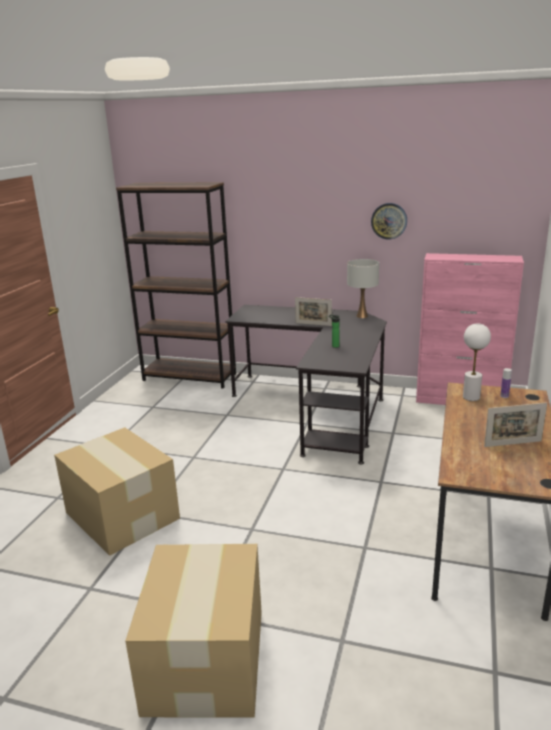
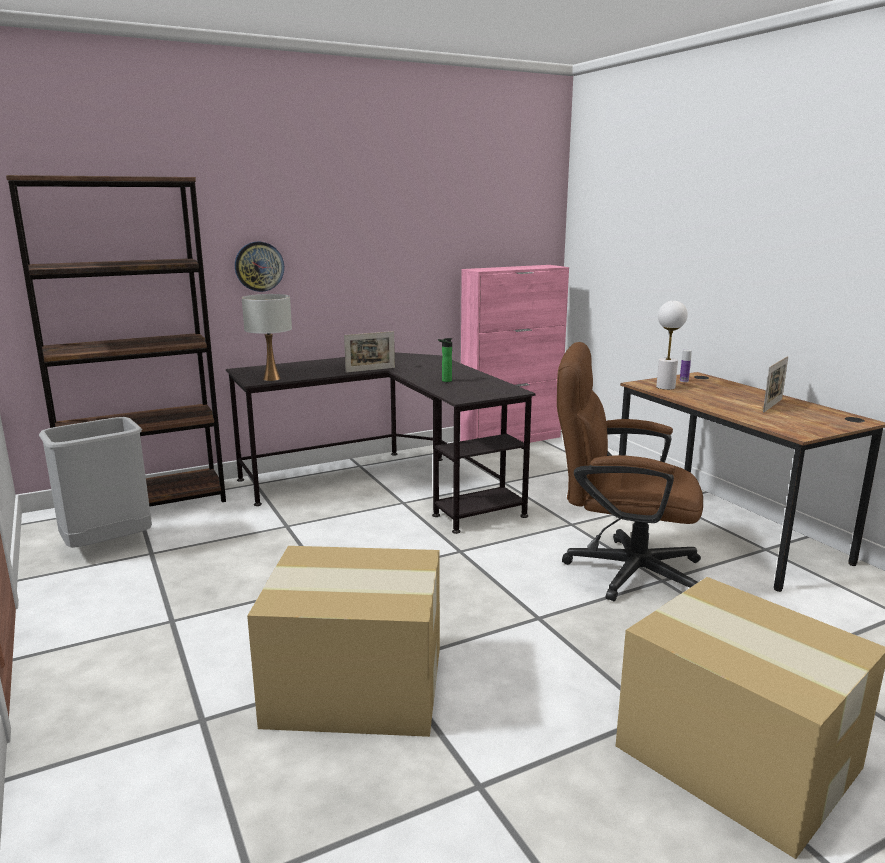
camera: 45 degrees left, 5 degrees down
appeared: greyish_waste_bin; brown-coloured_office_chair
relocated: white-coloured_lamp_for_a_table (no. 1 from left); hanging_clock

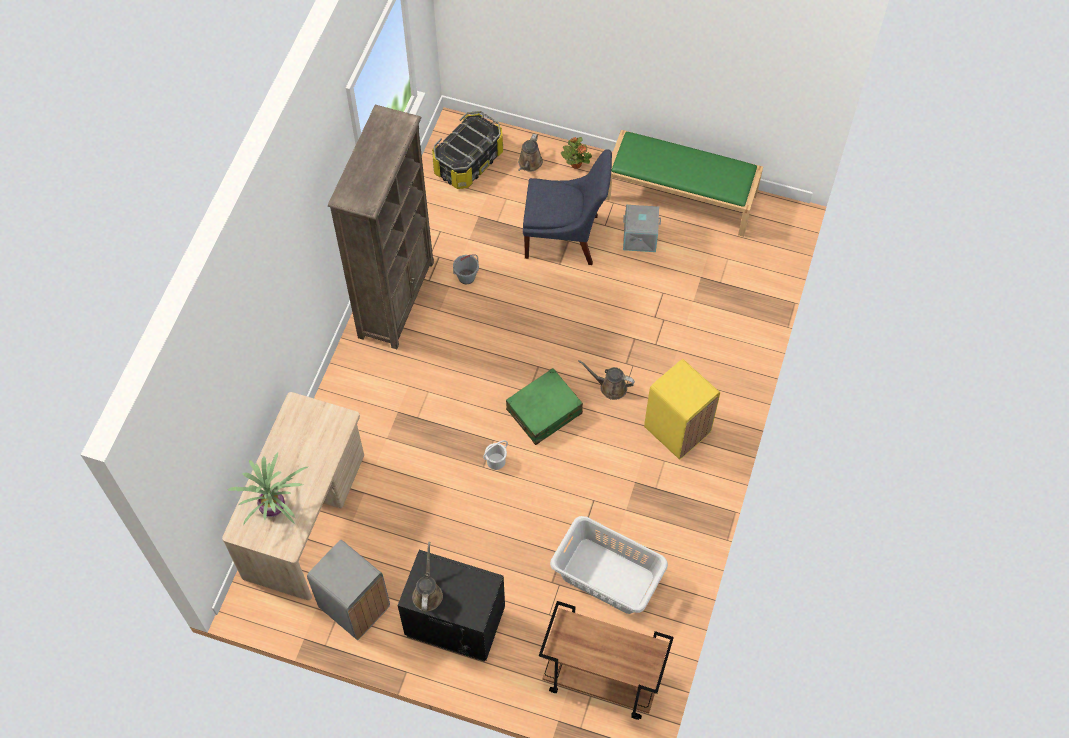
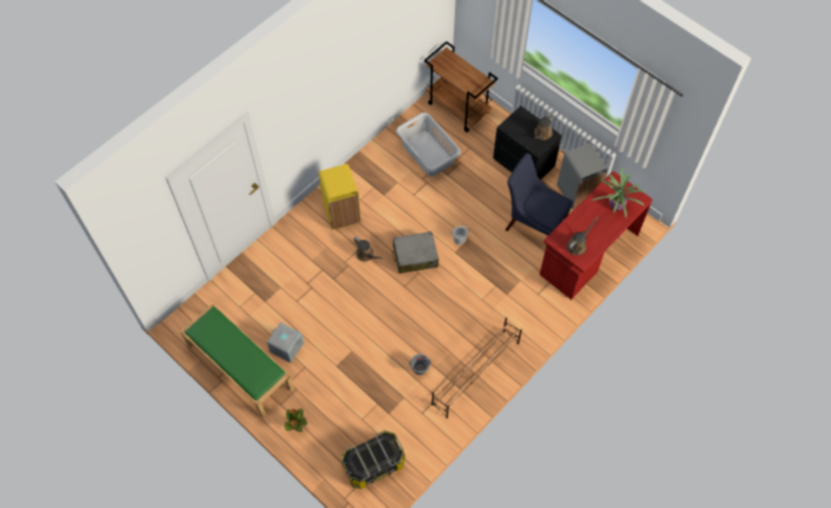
camera: 155 degrees left, 0 degrees up
relocated: brown-coloured_watering_pot (no. 2 from left in the first image) to brown-coloured_watering_pot (no. 3 from left); blue_upright_chair
exchanged: brown-coloured_bookcase to brown-coloured_shoe_stand
colour: beige-coloured_desk_table to reddish_desk_table; green-coloured_suitcase to greyish_suitcase

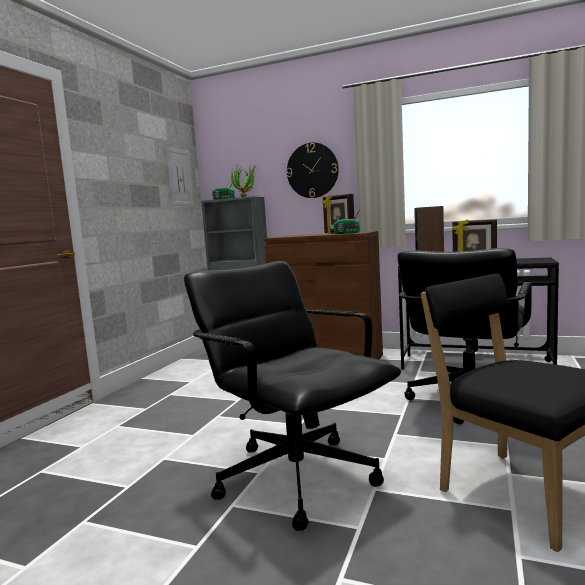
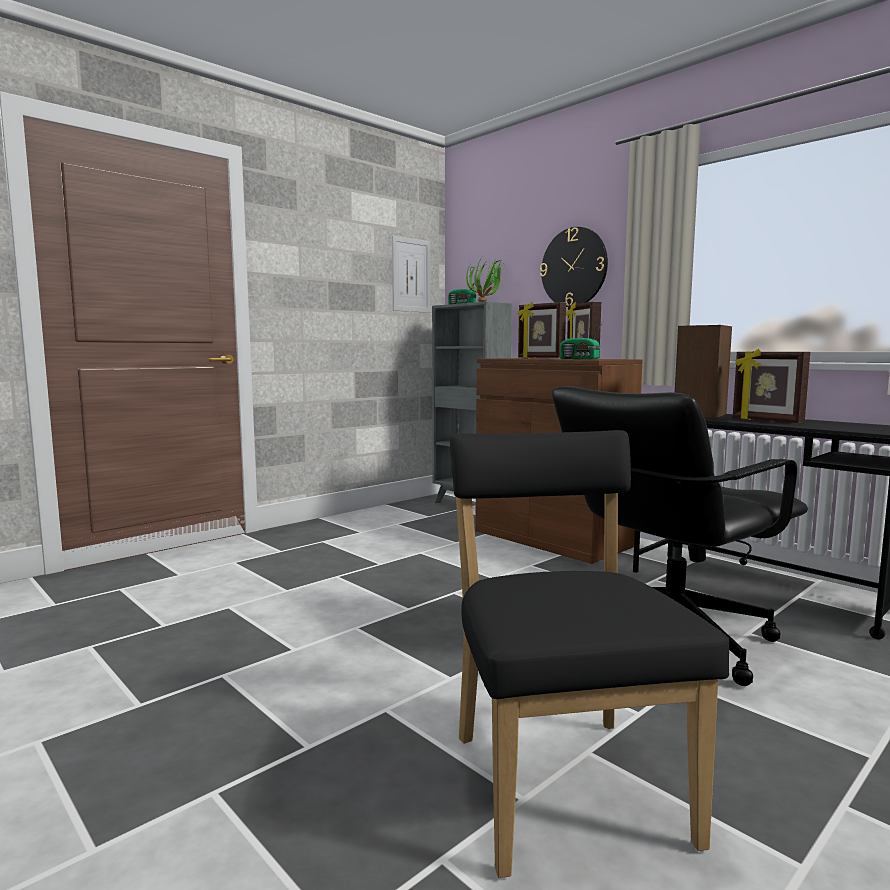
camera: 25 degrees right, 0 degrees up
missing: black_office_chair (no. 1 from left)
appeared: picture_frame (no. 1 from left)

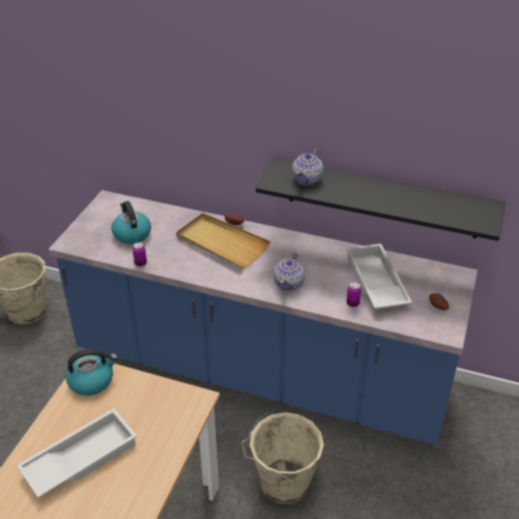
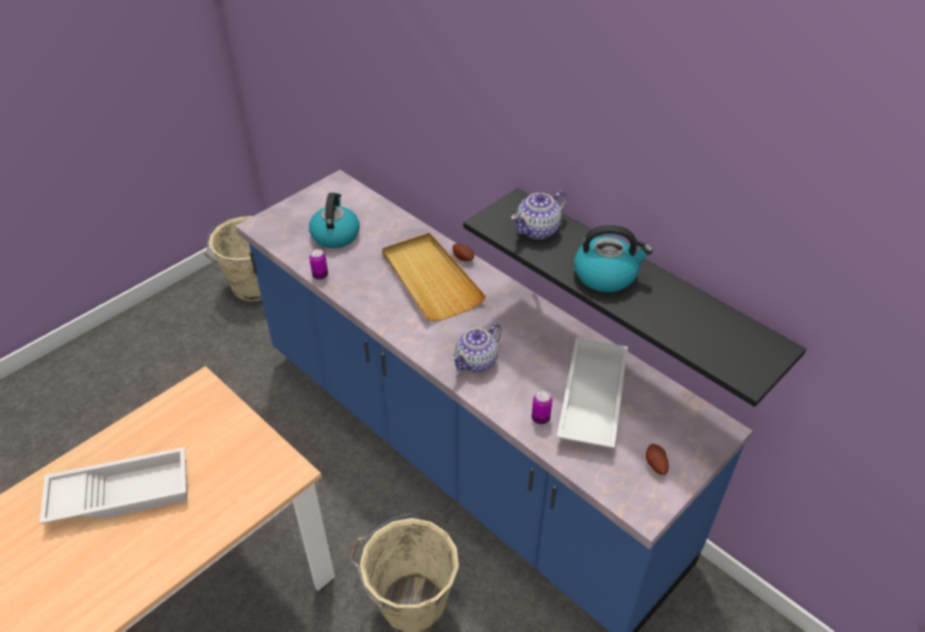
camera: 25 degrees right, 5 degrees up
relocated: kettle (no. 1 from left in the first image) to kettle (no. 2 from left)

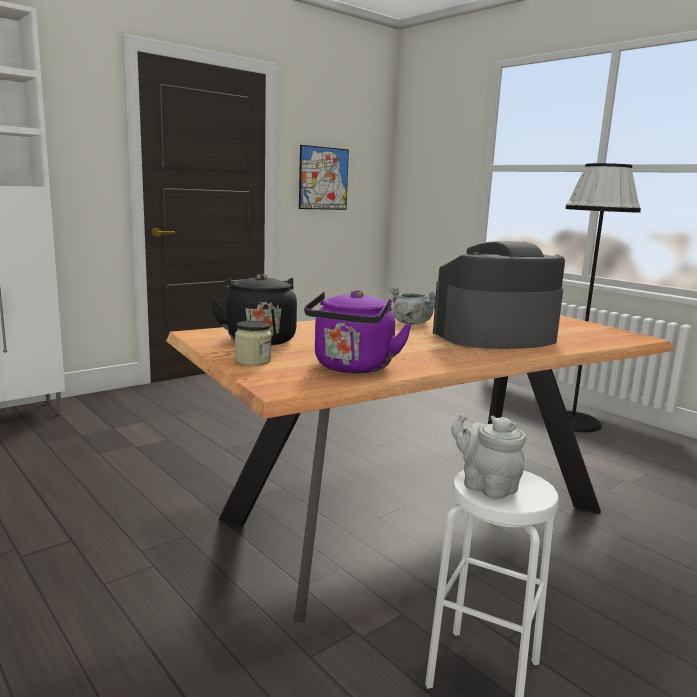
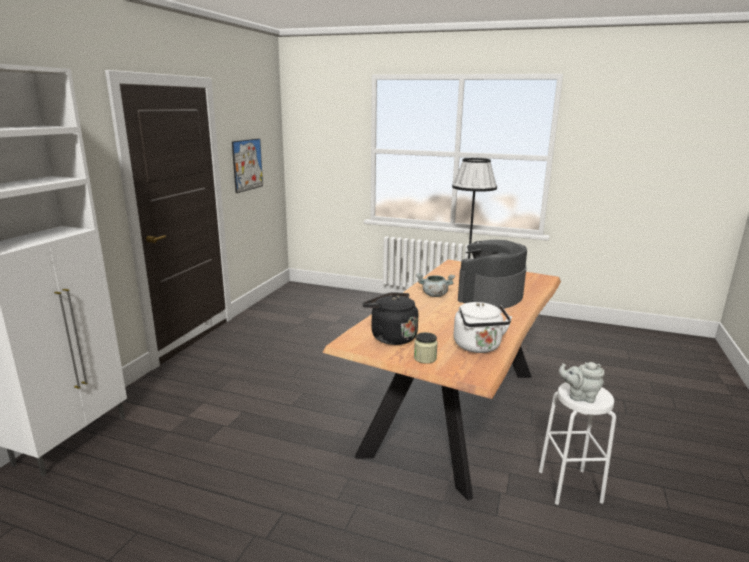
camera: 30 degrees left, 5 degrees up
colour: purple_kettle to white-coloured_kettle

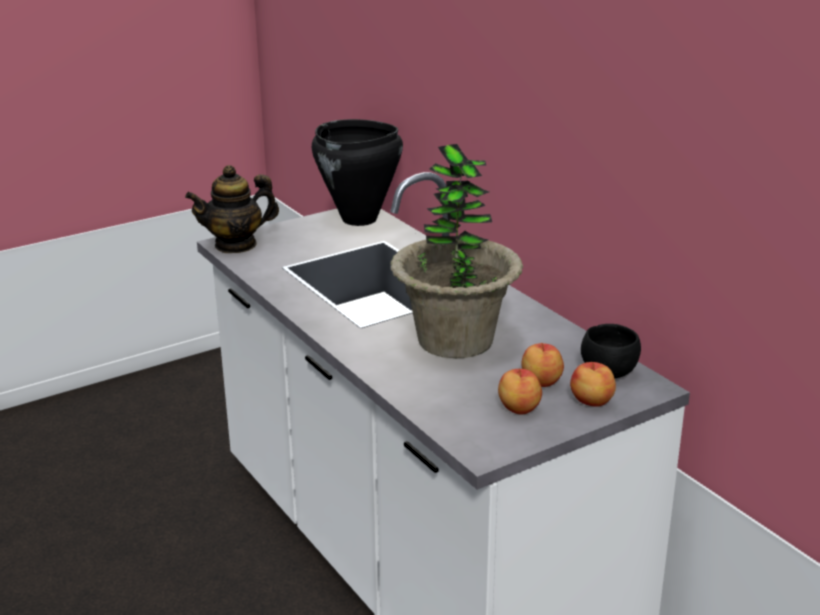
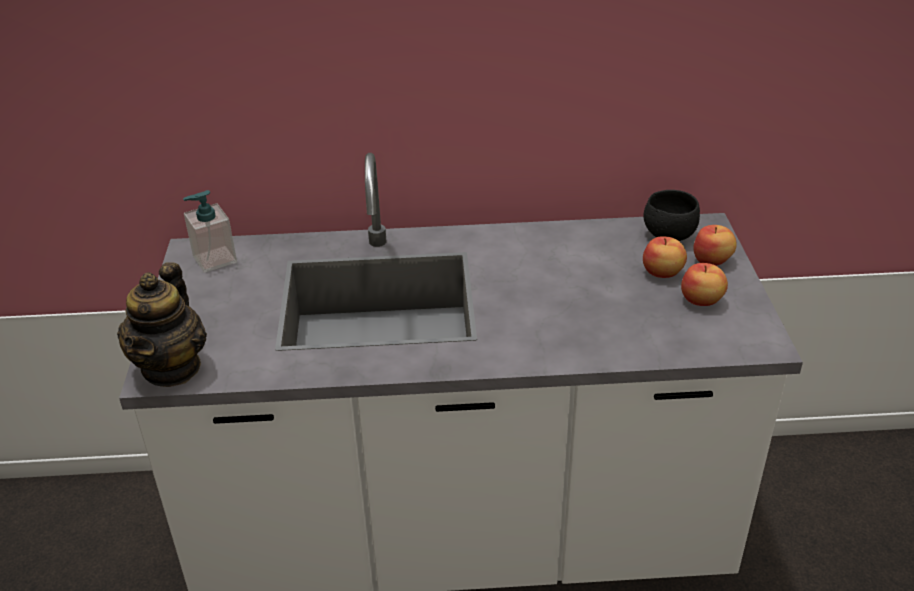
camera: 60 degrees left, 10 degrees up
missing: potted_plant
exchanged: black_cooking_pot to soap_dispenser

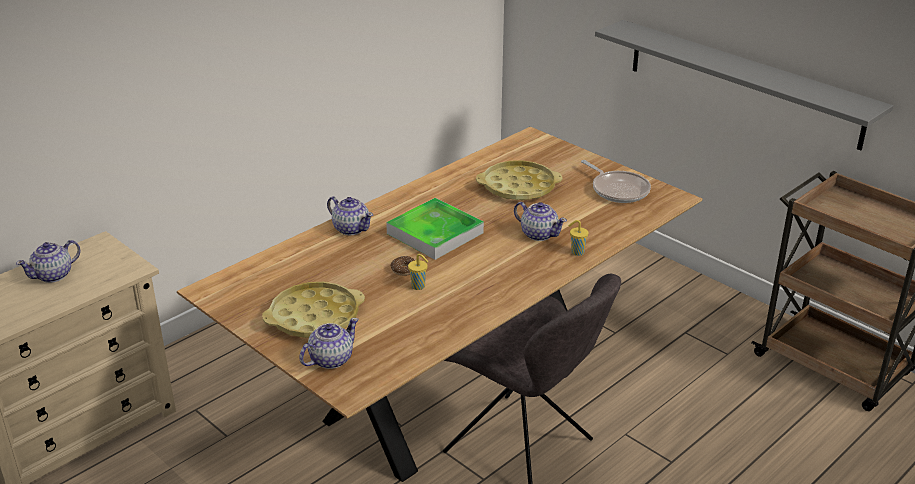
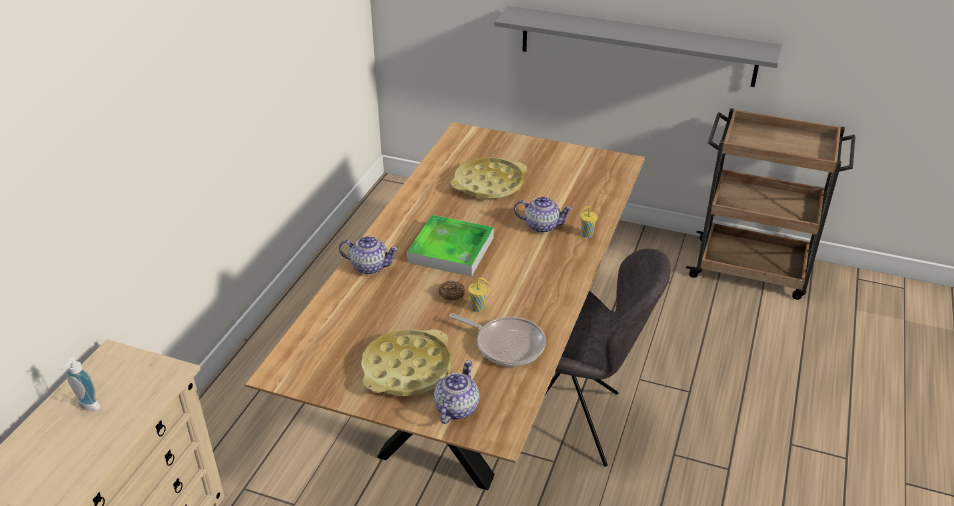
camera: 25 degrees left, 5 degrees up
relocated: skillet
exchanged: teapot (no. 1 from left) to soap_dispenser

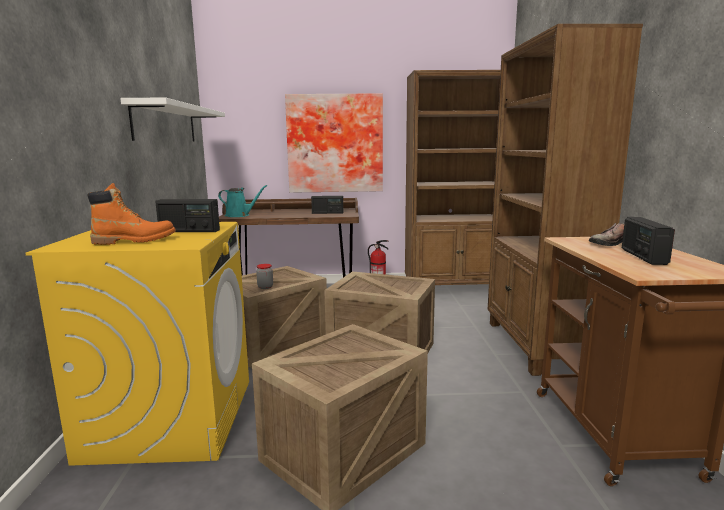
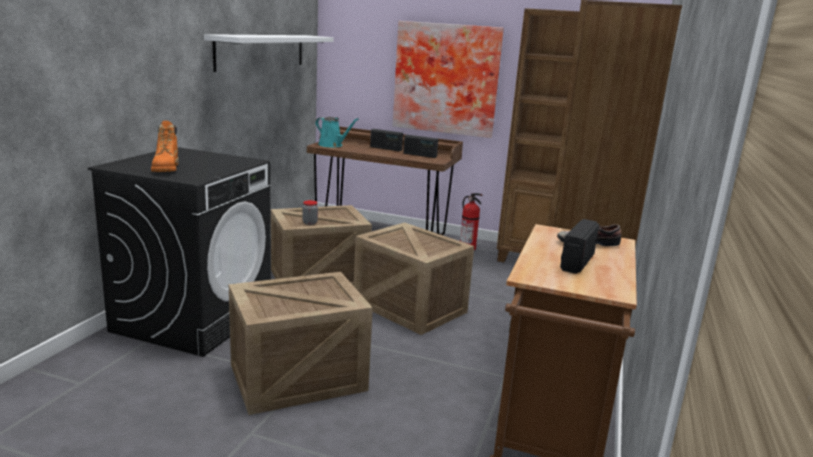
camera: 20 degrees right, 5 degrees up
relocated: radio (no. 1 from left)
colour: yellow_laundry_appliance to black_laundry_appliance
spun: orangey_high-top_boot 75 degrees clockwise

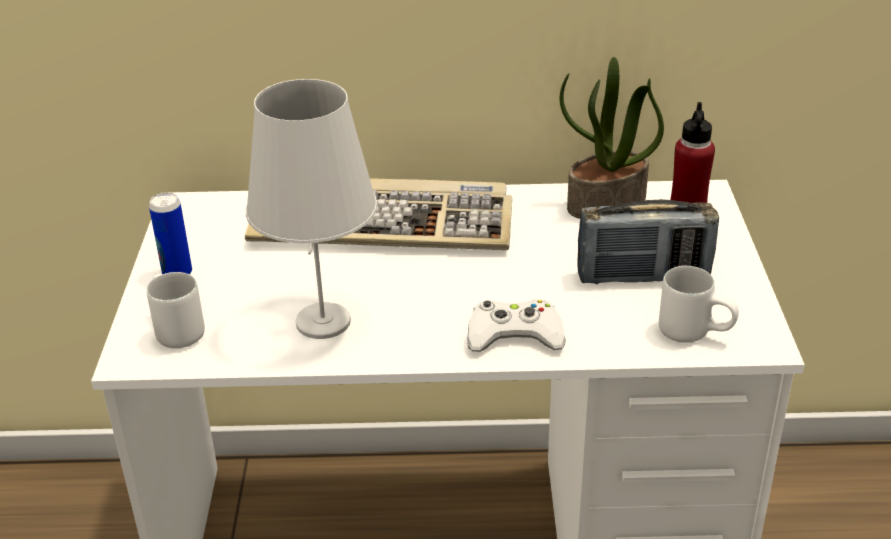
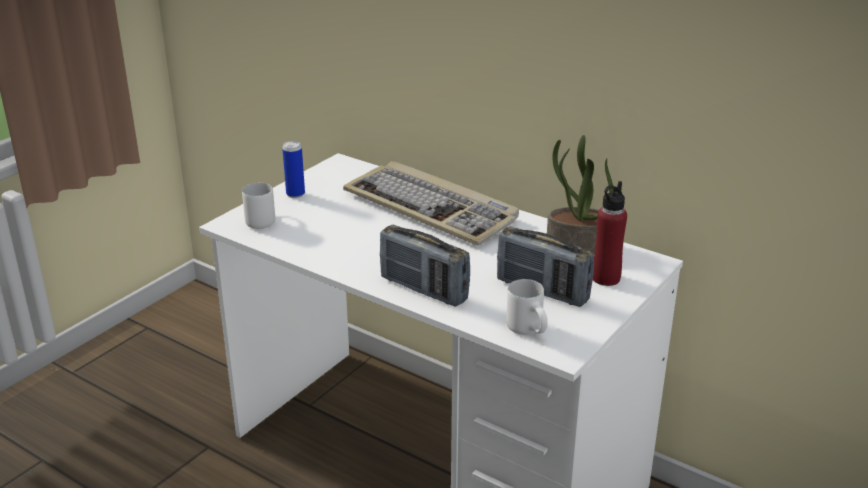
camera: 35 degrees right, 5 degrees down
missing: white-coloured_lamp_for_a_table
exchanged: white-coloured_game_controller to radio (no. 1 from left)

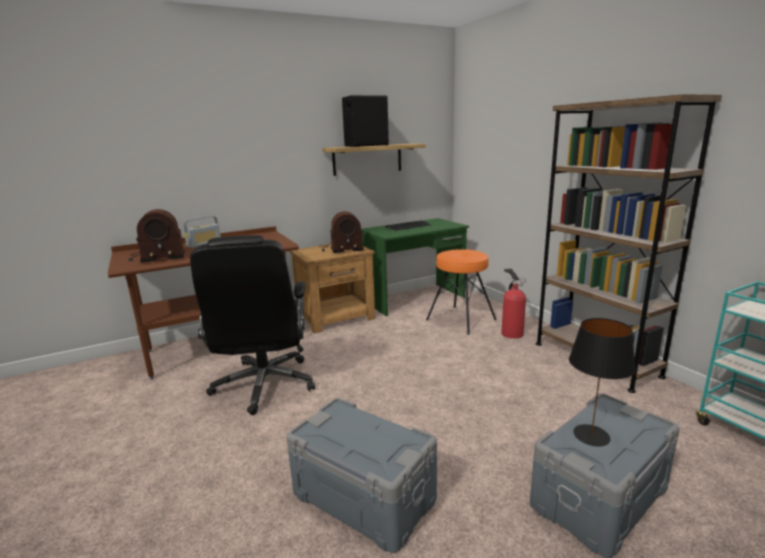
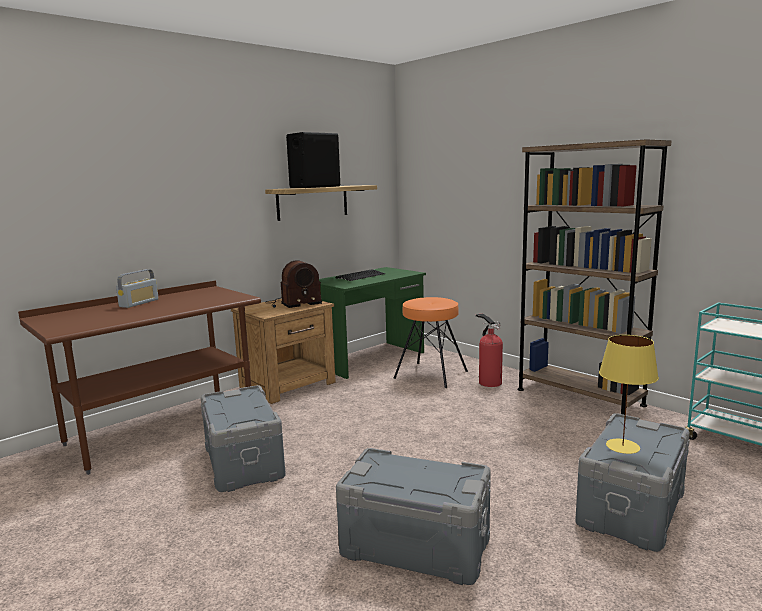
camera: 15 degrees left, 5 degrees down
missing: radio (no. 1 from left)
exchanged: black_office_chair to greyish_storage_bin (no. 1 from left)
colour: black_lamp_for_a_table to yellow_lamp_for_a_table

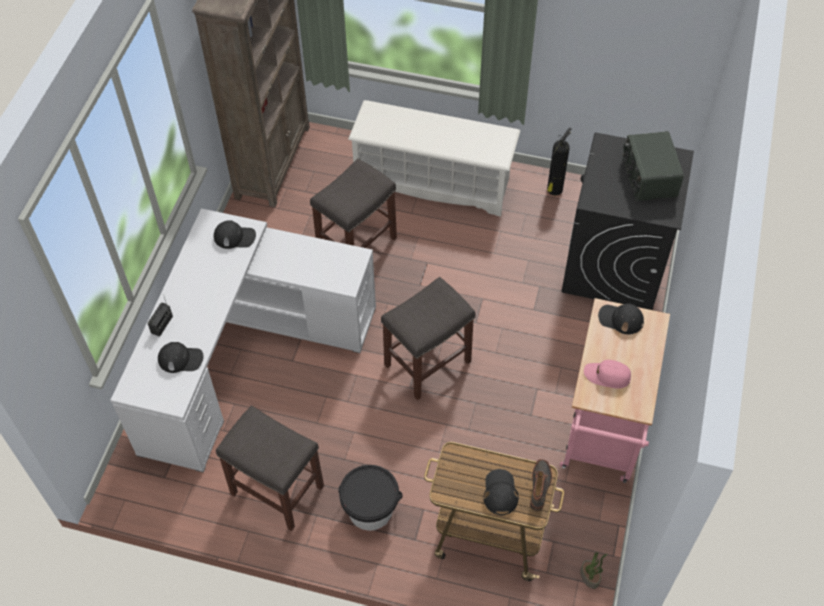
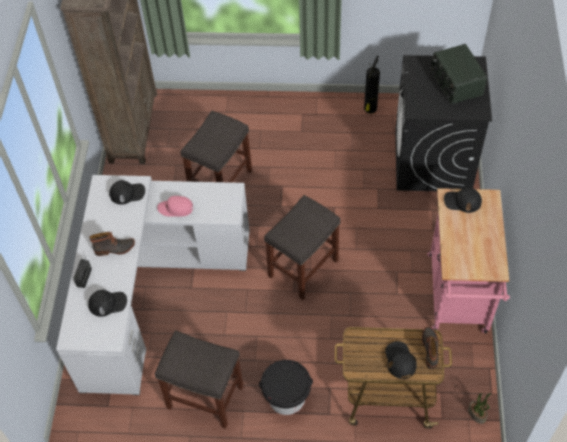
camera: 10 degrees left, 0 degrees up
missing: white-coloured_shoe_stand
appeared: high-top_boot (no. 1 from left)
relocated: pink-coloured_baseball_cap

